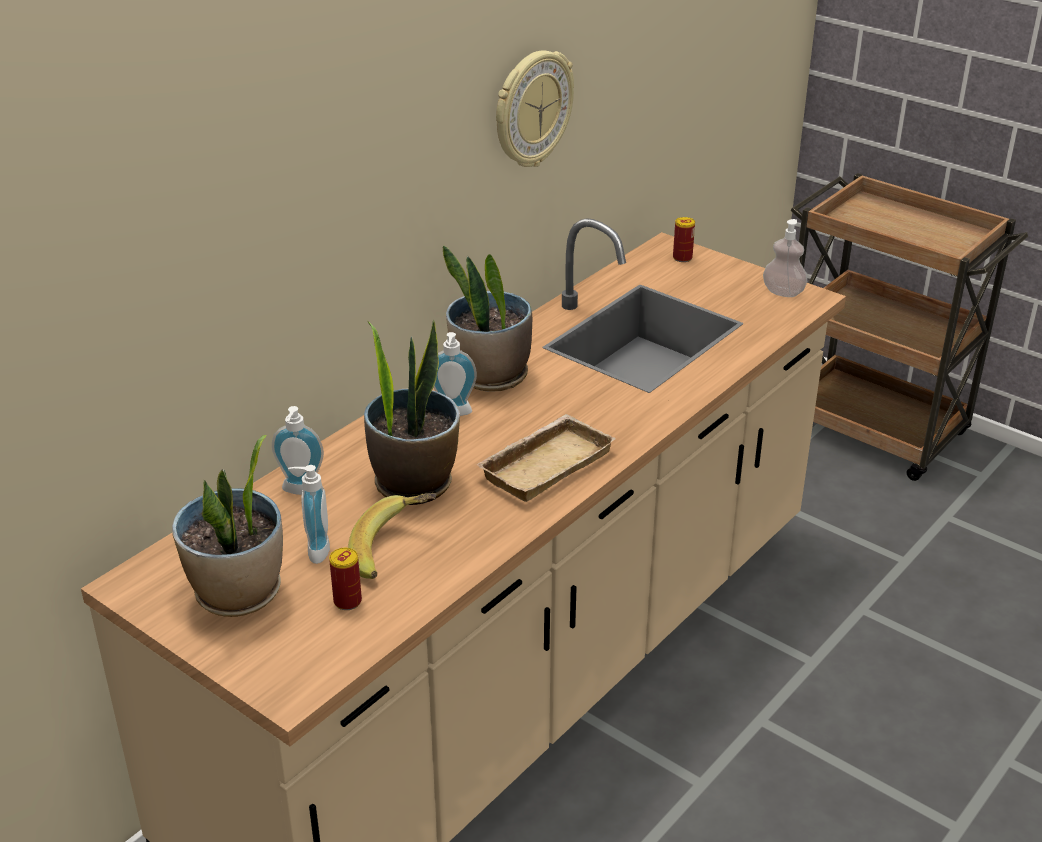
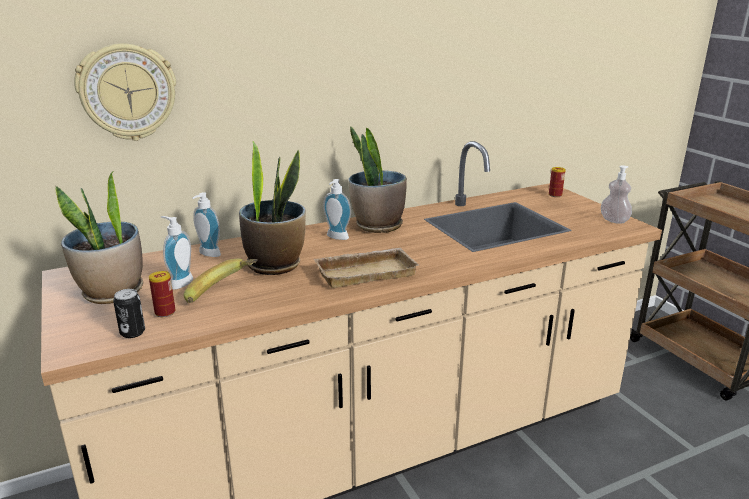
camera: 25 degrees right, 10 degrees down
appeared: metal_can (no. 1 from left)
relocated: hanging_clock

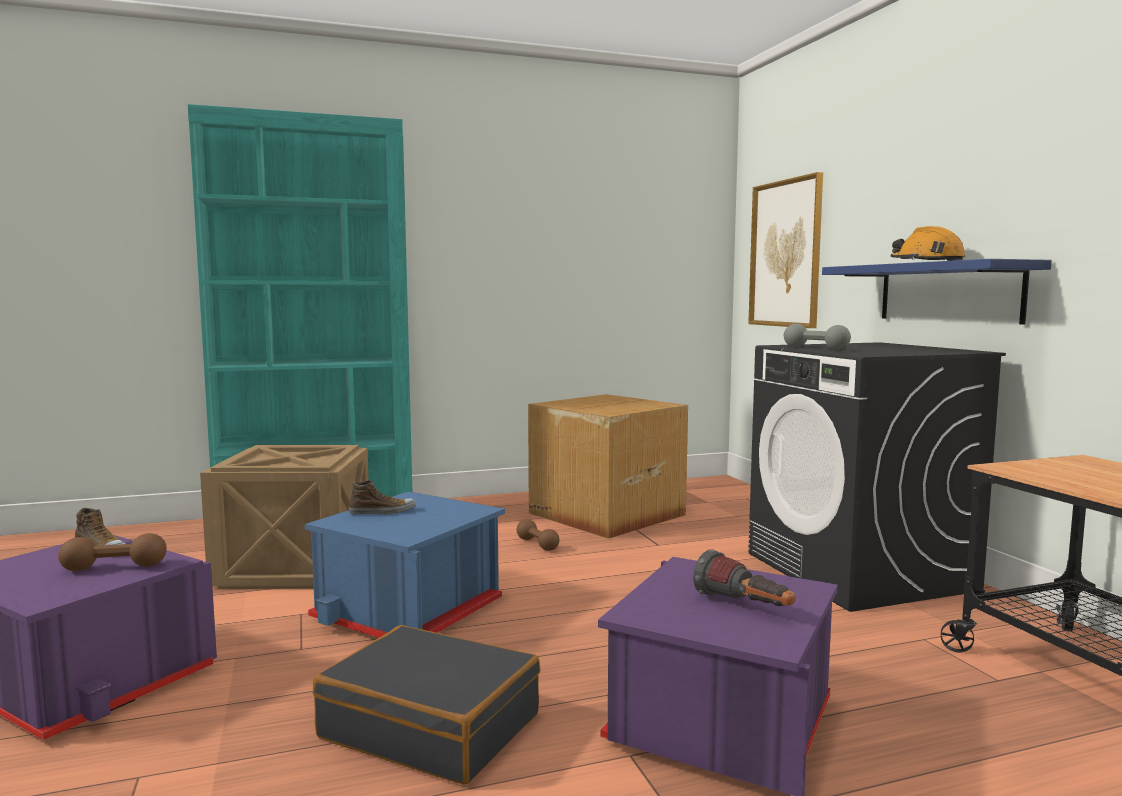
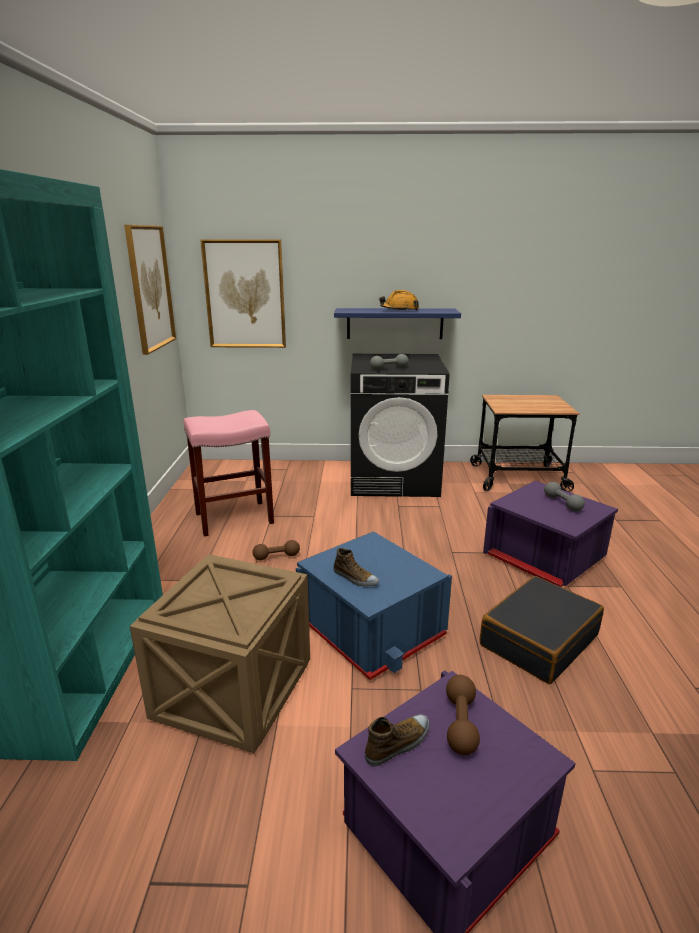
camera: 70 degrees left, 15 degrees up
appeared: wall_art (no. 1 from left)
exchanged: packing_box to pink-coloured_stool_seat; torch to greyish_hand_weight (no. 2 from left)
spun: item_of_footwear (no. 2 from left in the first image) 120 degrees clockwise

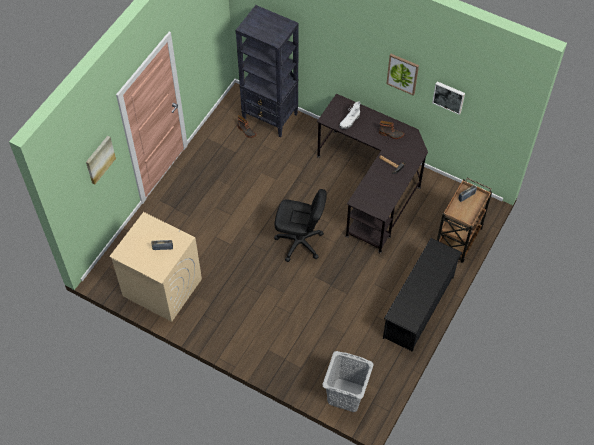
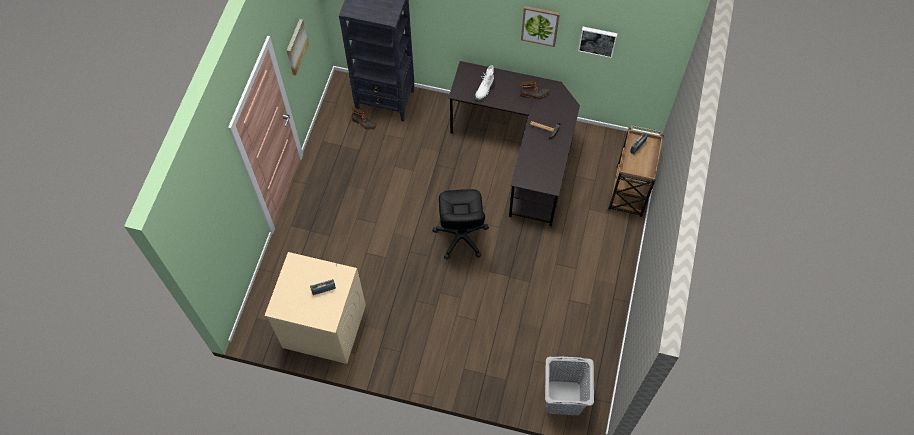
camera: 15 degrees left, 5 degrees up
missing: black_shoe_stand
relocated: wall_art (no. 1 from left)
spun: black_office_chair 90 degrees clockwise

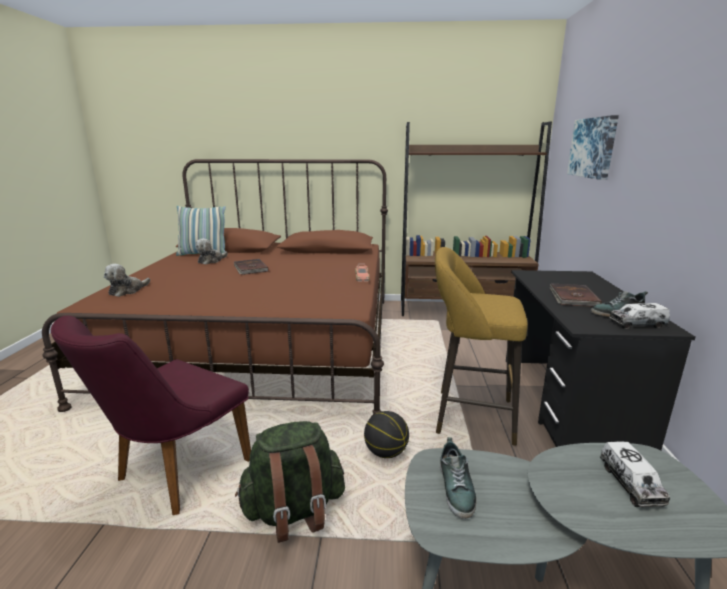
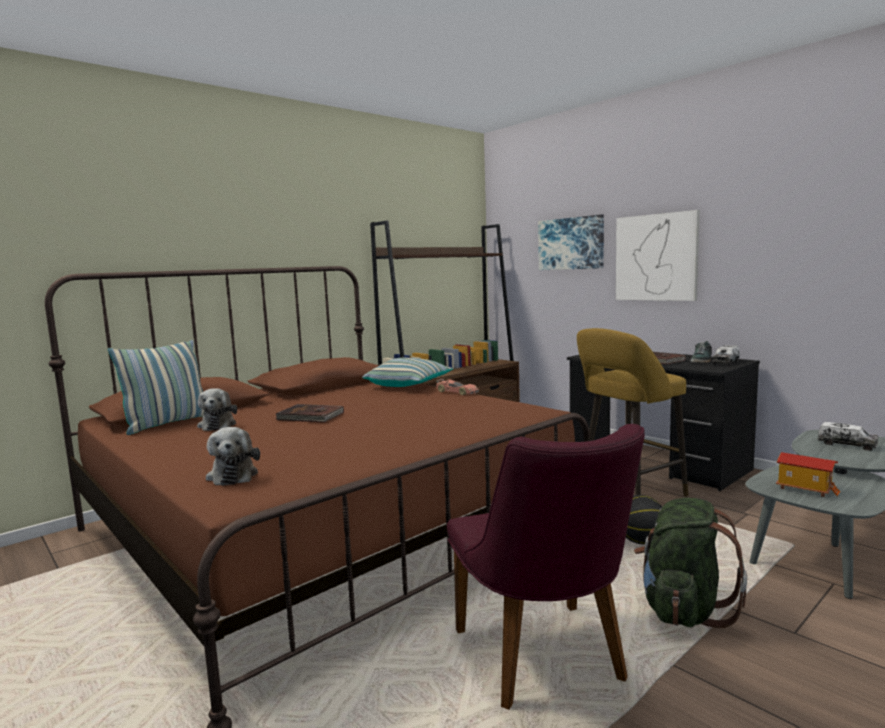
camera: 45 degrees left, 10 degrees down
appeared: throw_pillow (no. 2 from left); wall_art (no. 2 from left)
exchanged: item_of_footwear (no. 1 from left) to miniature_house

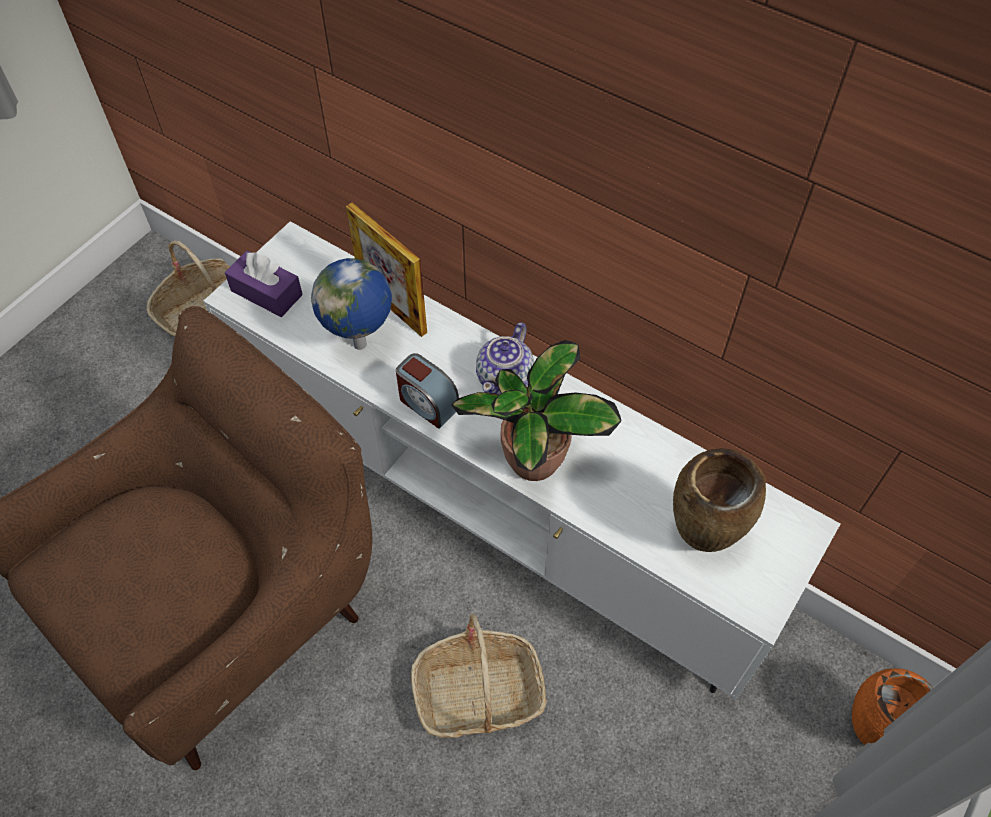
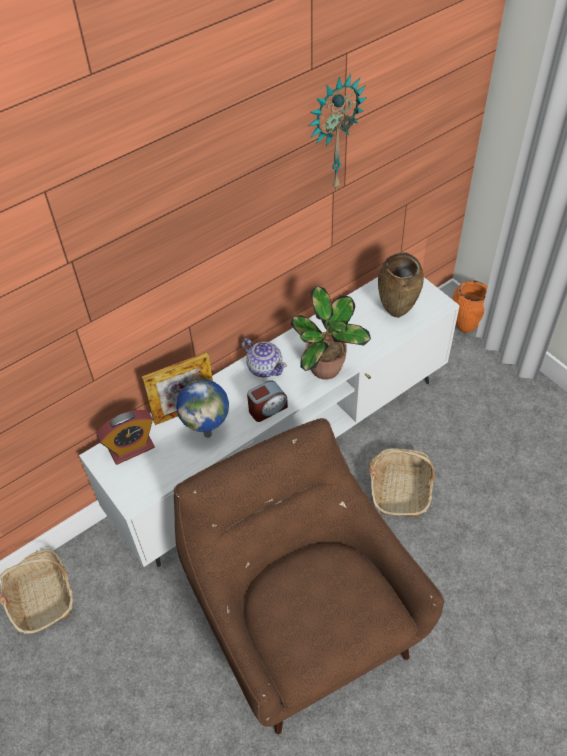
camera: 70 degrees left, 5 degrees down
missing: purple_box_of_tissues
appeared: bedside_clock (no. 1 from left); hanging_clock

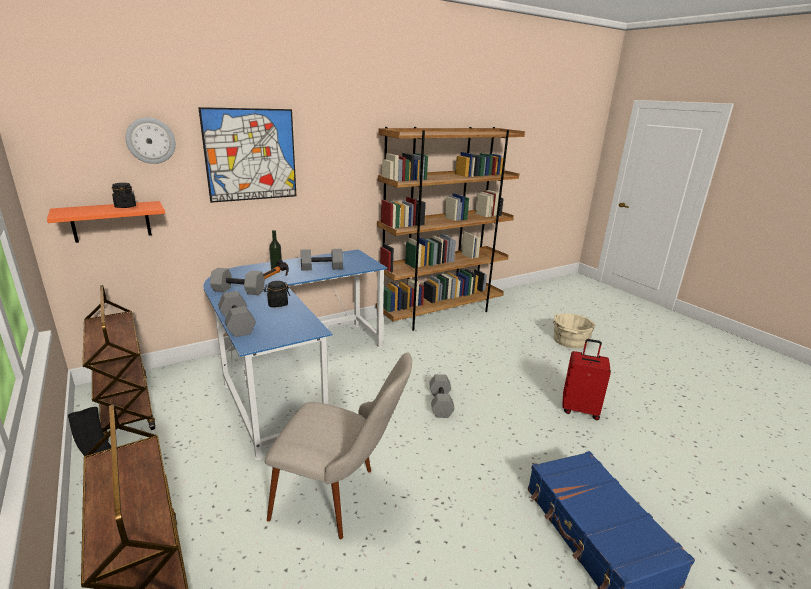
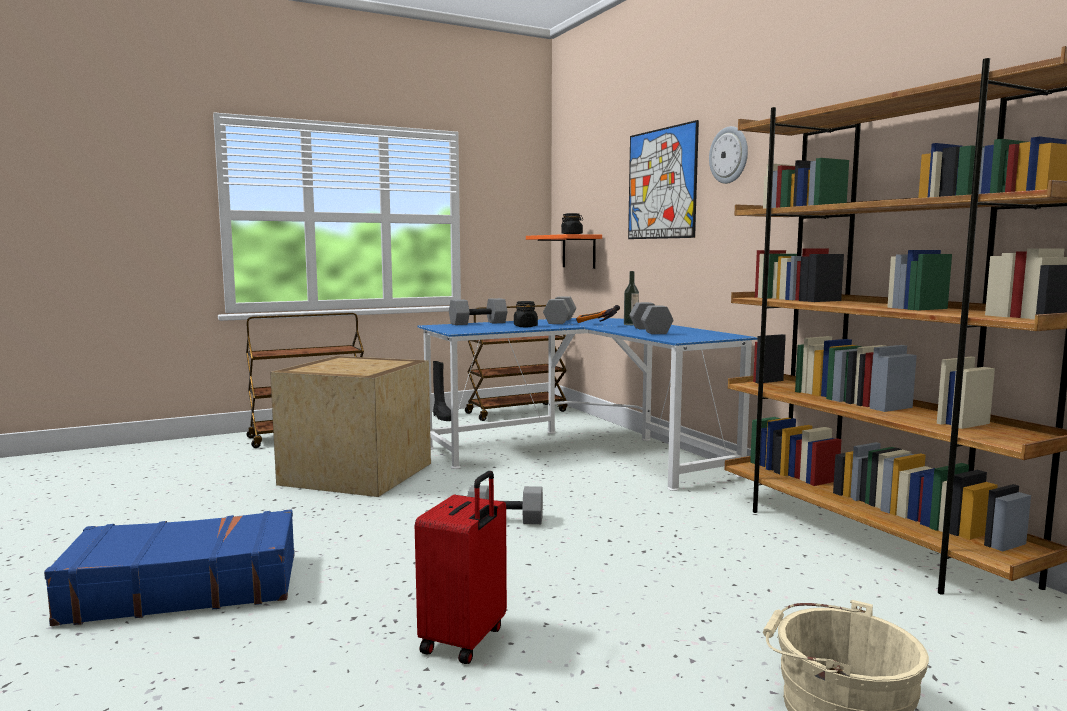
camera: 95 degrees right, 15 degrees down
relocated: hanging_clock
exchanged: beige-coloured_upright_chair to crate

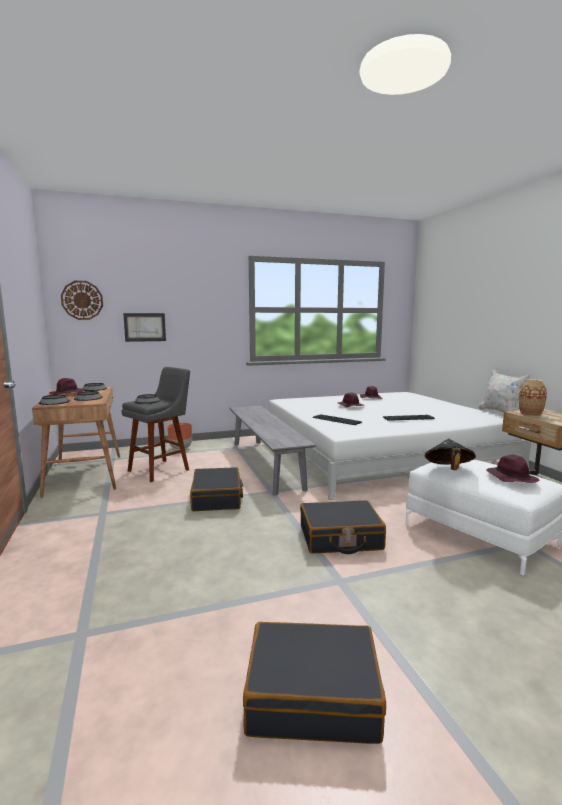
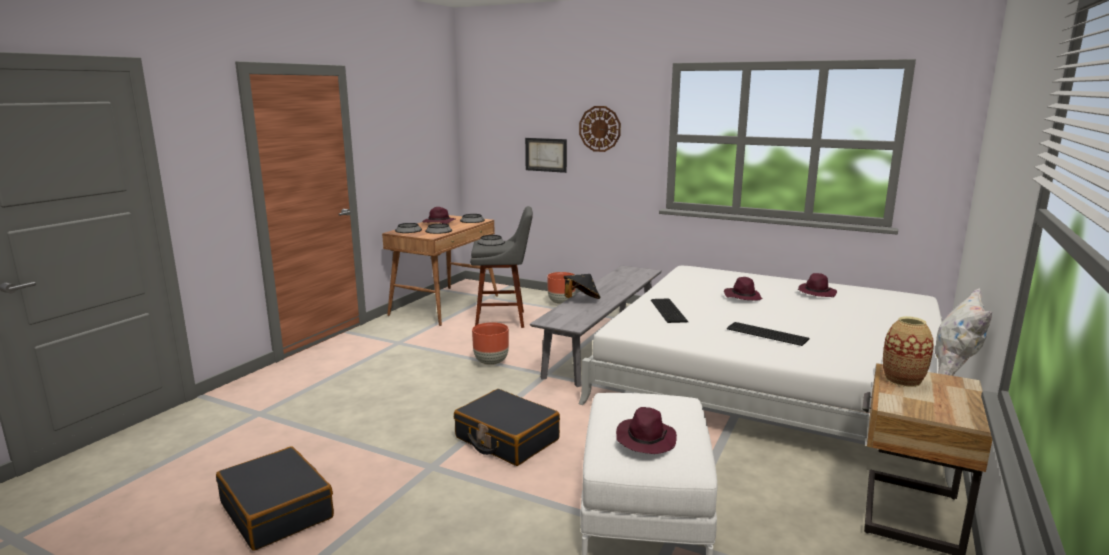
camera: 45 degrees right, 5 degrees up
relocated: hanging_clock; black_hat
exchanged: black_suitcase (no. 1 from left) to brown-coloured_planter (no. 1 from left)

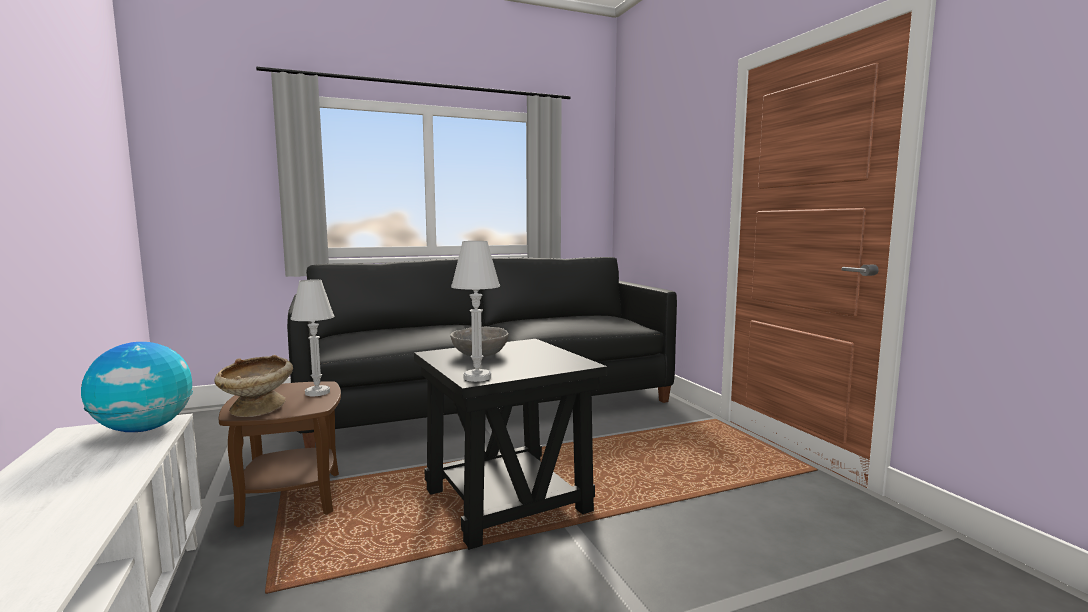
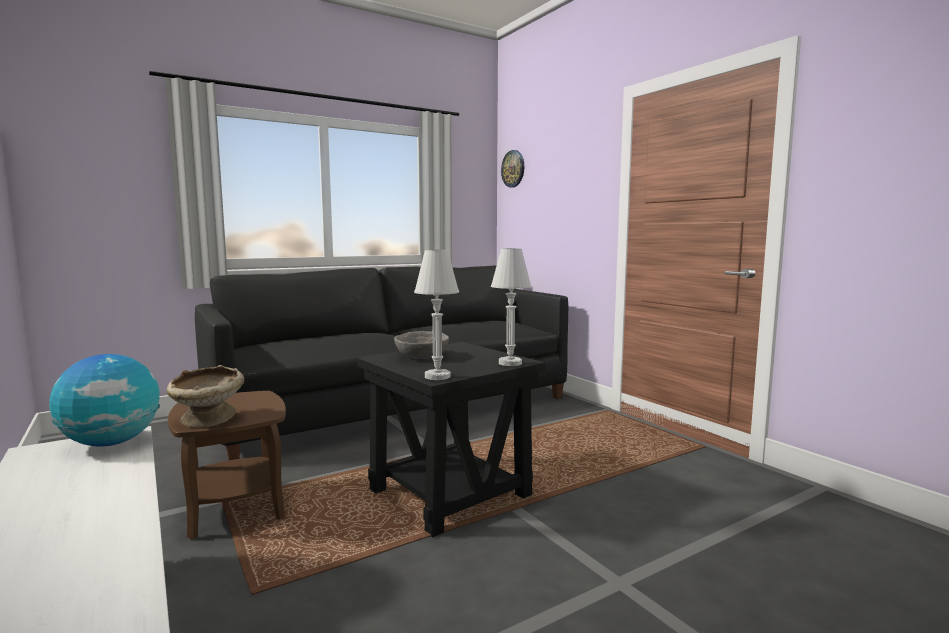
camera: 10 degrees left, 0 degrees up
appeared: hanging_clock
relocated: white-coloured_lamp_for_a_table (no. 1 from left in the first image) to white-coloured_lamp_for_a_table (no. 2 from left)

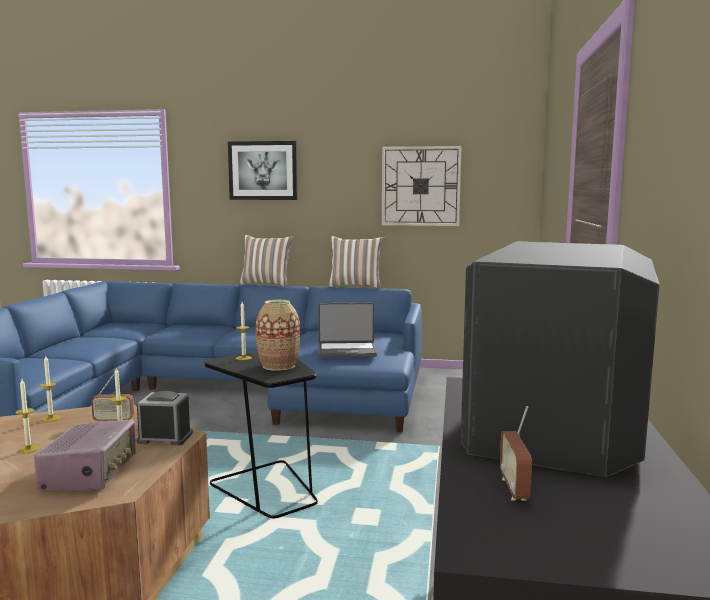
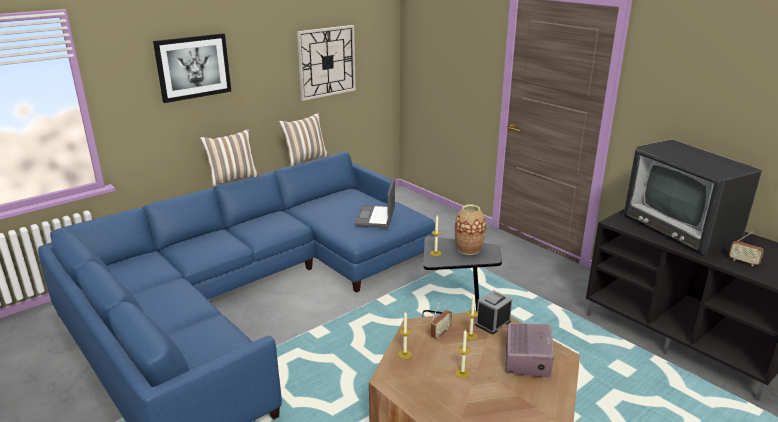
camera: 50 degrees left, 15 degrees up
spun: radio (no. 1 from left in the first image) 60 degrees clockwise; notebook_computer 150 degrees clockwise

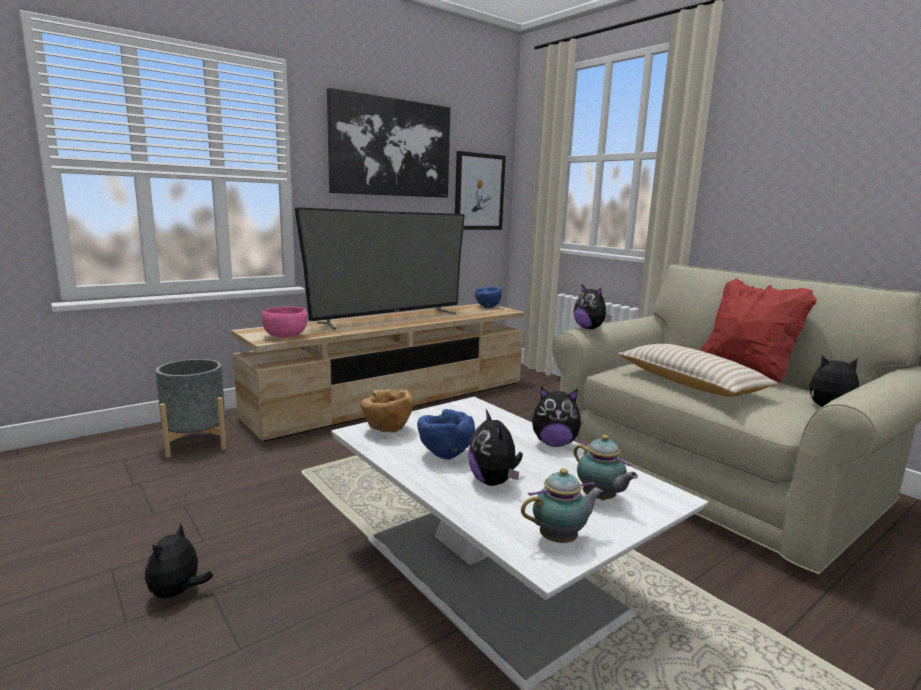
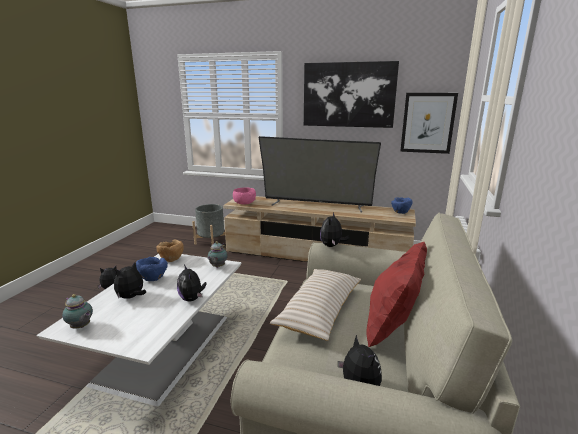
camera: 55 degrees right, 5 degrees up
relocated: teapot (no. 2 from left)

